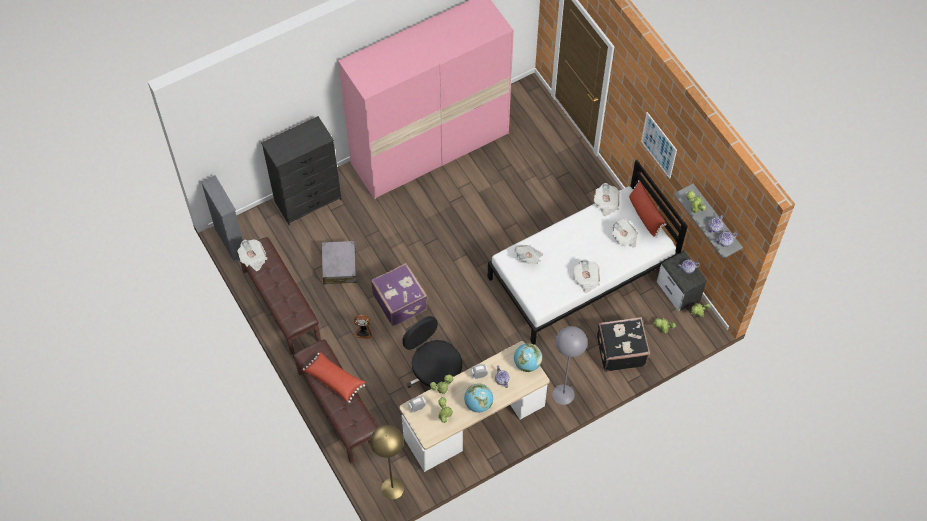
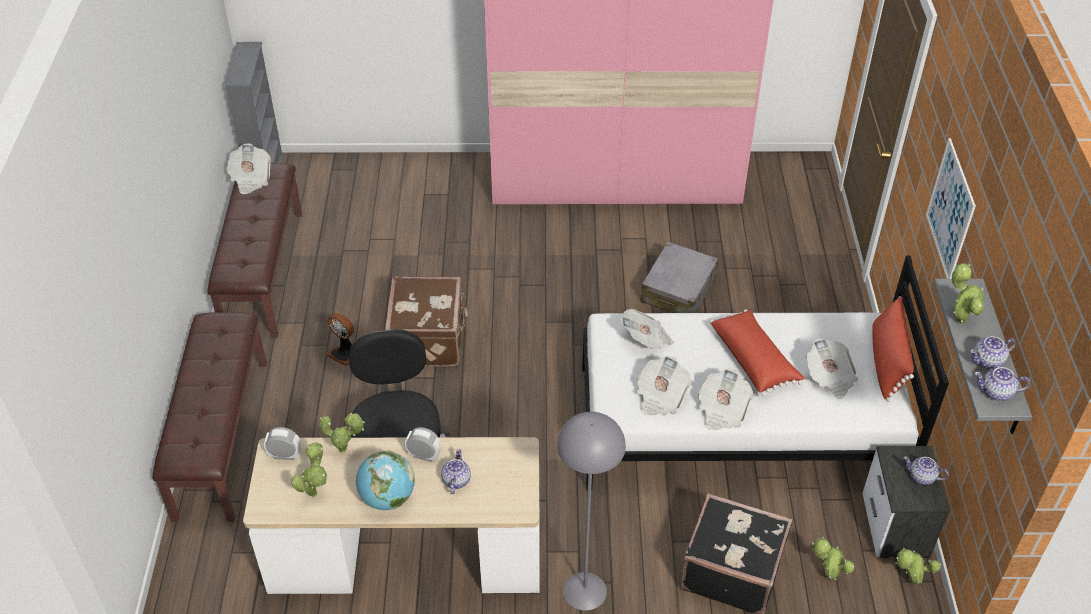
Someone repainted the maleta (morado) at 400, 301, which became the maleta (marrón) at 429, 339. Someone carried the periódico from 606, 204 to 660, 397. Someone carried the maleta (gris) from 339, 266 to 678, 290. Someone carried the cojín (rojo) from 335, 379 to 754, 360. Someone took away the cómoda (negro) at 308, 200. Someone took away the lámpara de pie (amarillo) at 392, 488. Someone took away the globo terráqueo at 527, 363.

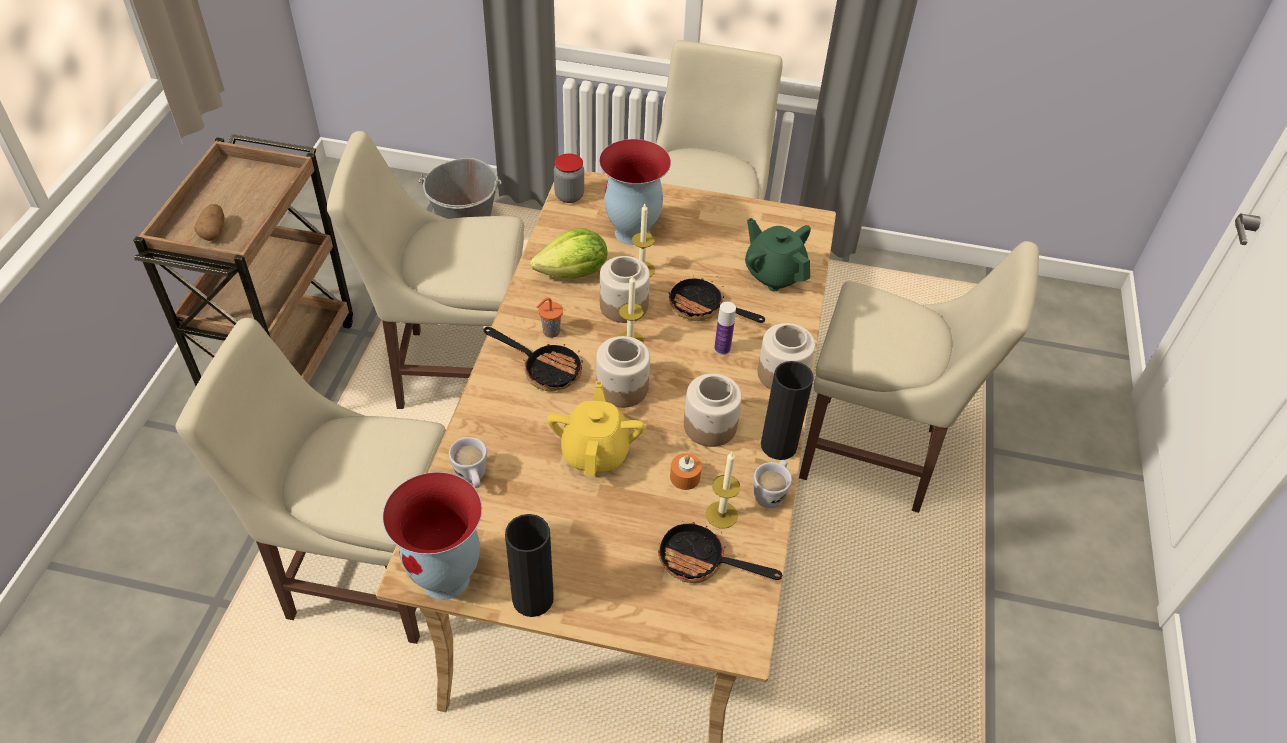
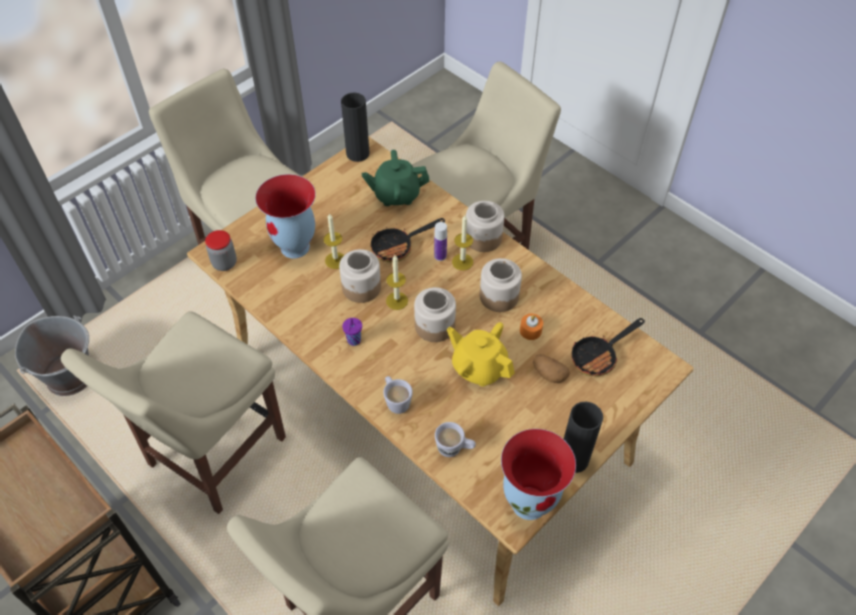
Someone carried the florero (negro) from 778, 445 to 357, 153. Someone repainted the taza (naranja) at 550, 332, which became the taza (morado) at 353, 341. Someone carried the taza grande (blanco) from 771, 493 to 396, 401. Someone carried the vela from 721, 515 to 462, 262. Someone carried the patata from 214, 231 to 548, 374. Someone took away the sartén at 544, 369. Someone took away the lechuga at 574, 273.

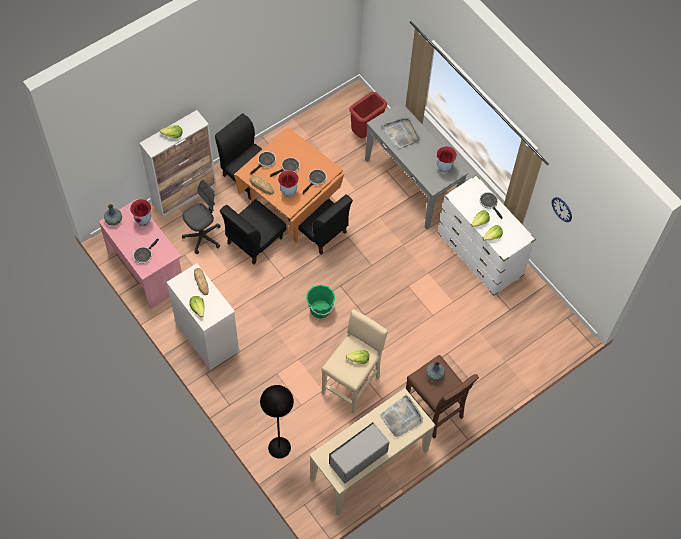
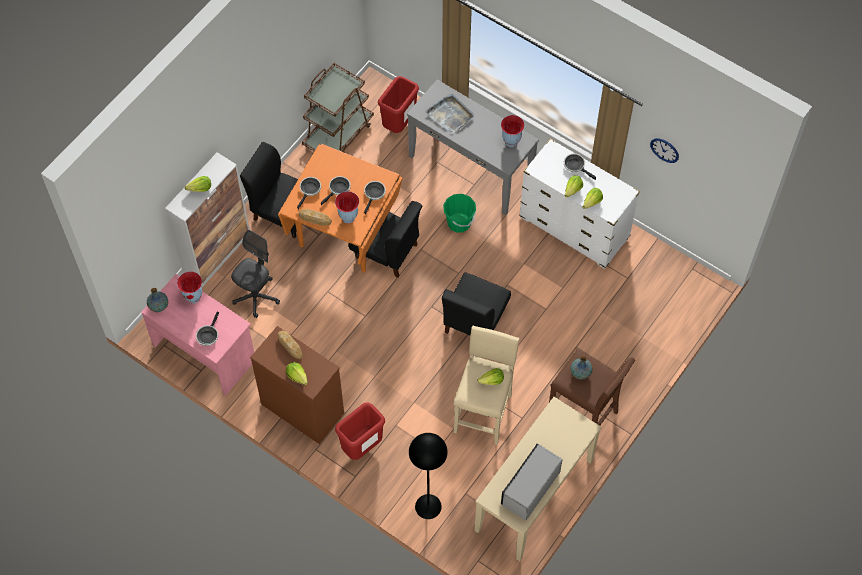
Someone repainted the cómoda (blanco) at 206, 337, which became the cómoda (marrón) at 302, 408. Someone put down the carrito (marrón) at 338, 133. Someone put down the papelera (rojo) at 362, 447. Someone carried the silla (negro) from 254, 240 to 474, 320. Someone carried the cubo (verde) from 320, 309 to 459, 223. Someone took away the bandeja (gris) at 401, 417.

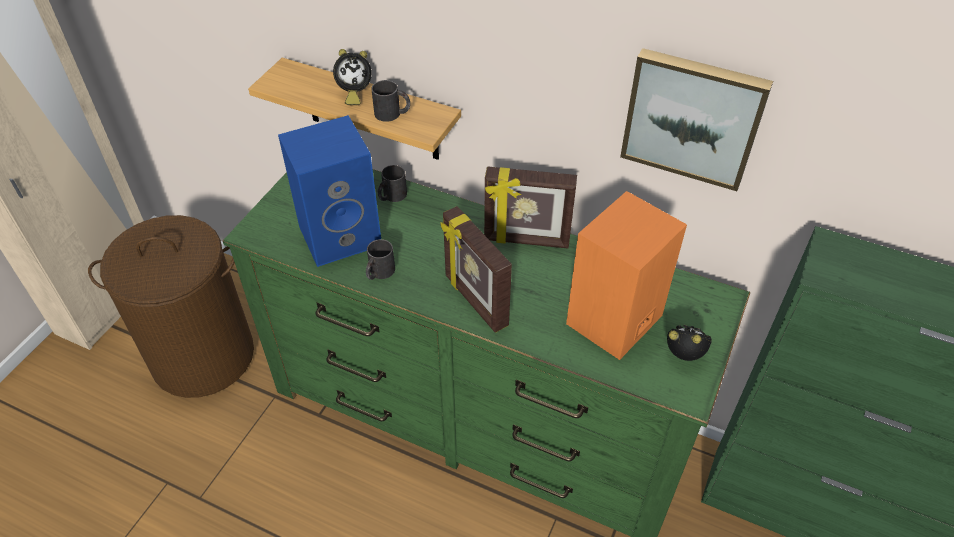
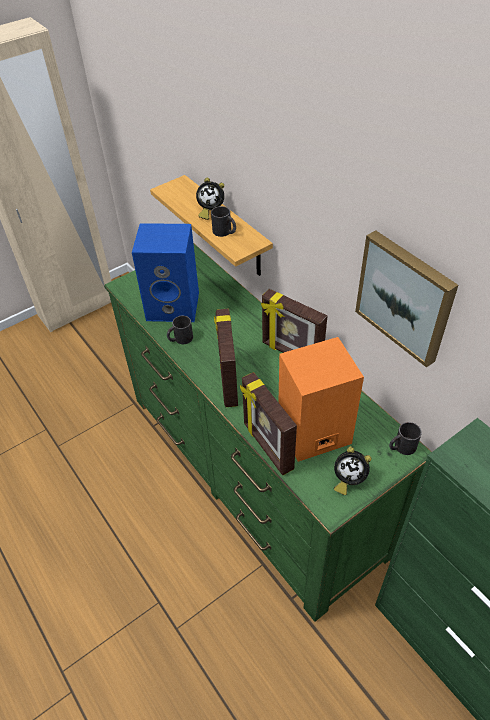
Someone put down the portarretratos at 267, 446. Someone rotated the despertador at 685, 356 by 150 degrees clockwise. Someone carried the taza grande (negro) from 391, 196 to 401, 447. Someone took away the cesto de la ropa (marrón) at 203, 355.

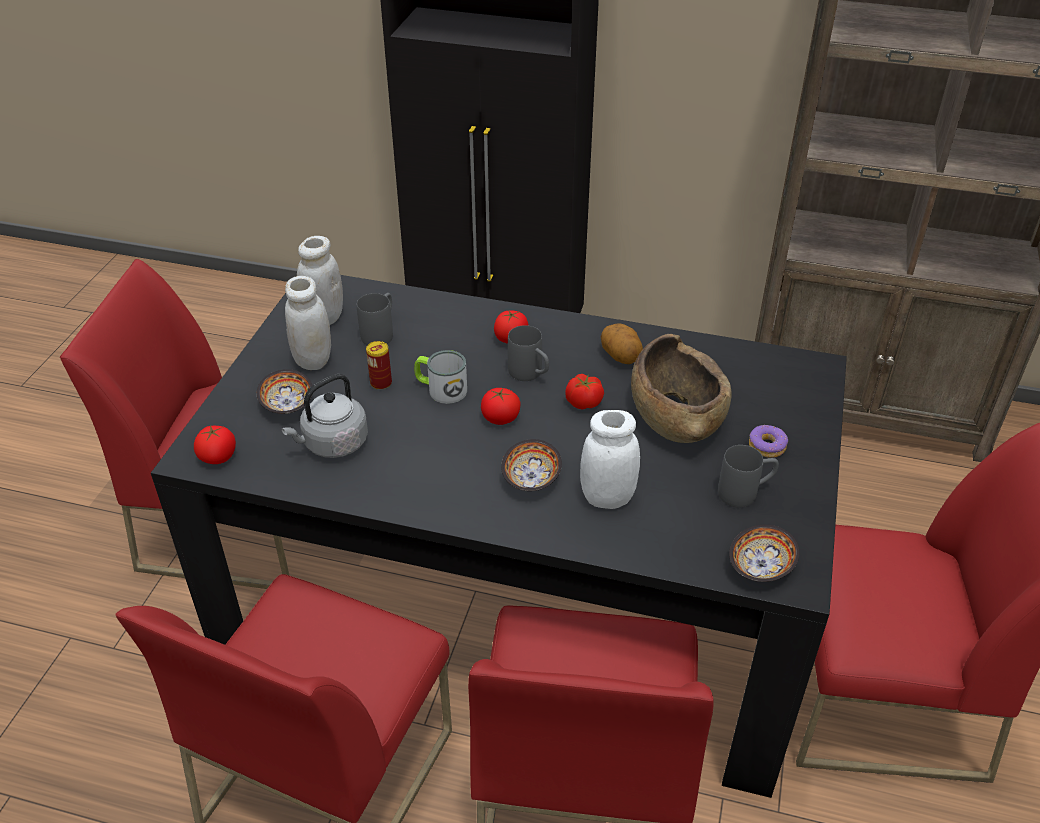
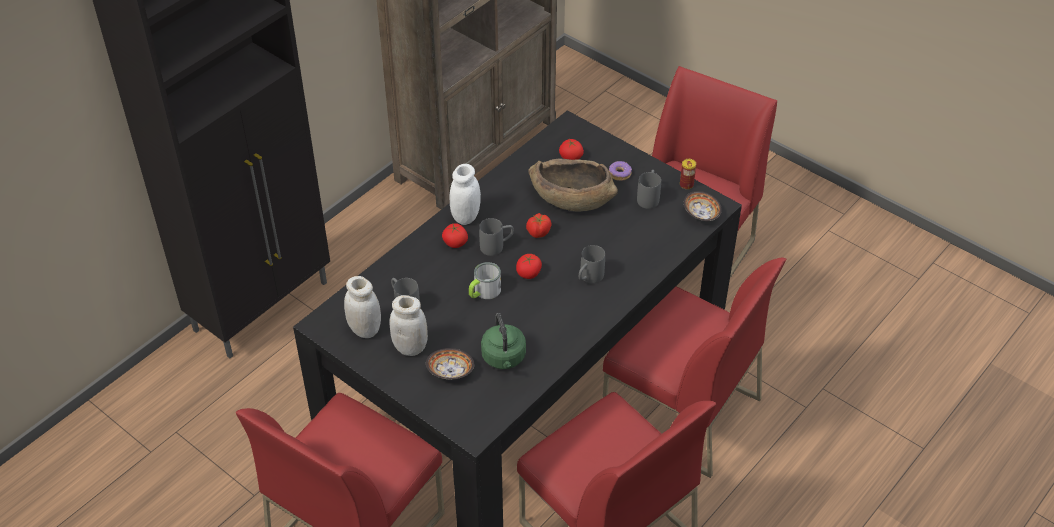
Someone carried the tarro (blanco) from 607, 497 to 466, 217. Someone repainted the hervidor (gris) at 332, 444, which became the hervidor (verde) at 504, 358. Someone carried the tomate from 218, 457 to 571, 158. Someone swapped the cuenco at 529, 479 for the taza grande (gris) at 588, 278. Someone carried the lata from 381, 383 to 686, 185. Someone took away the patata at 621, 357.

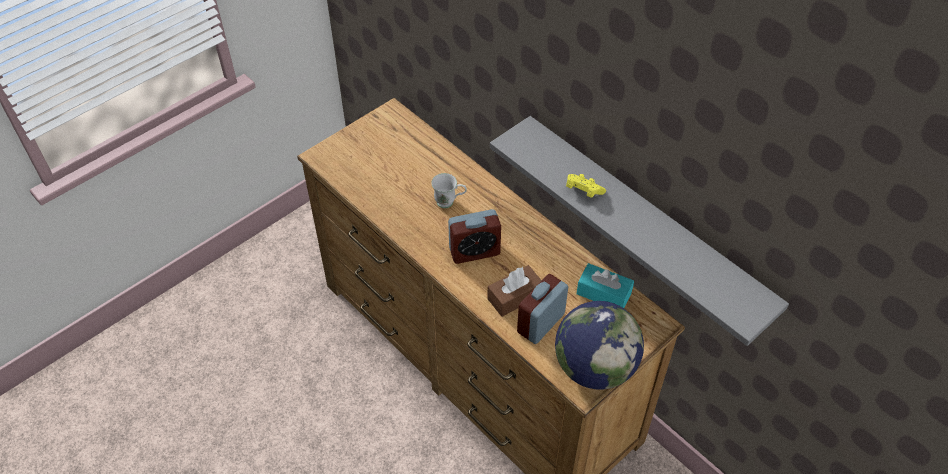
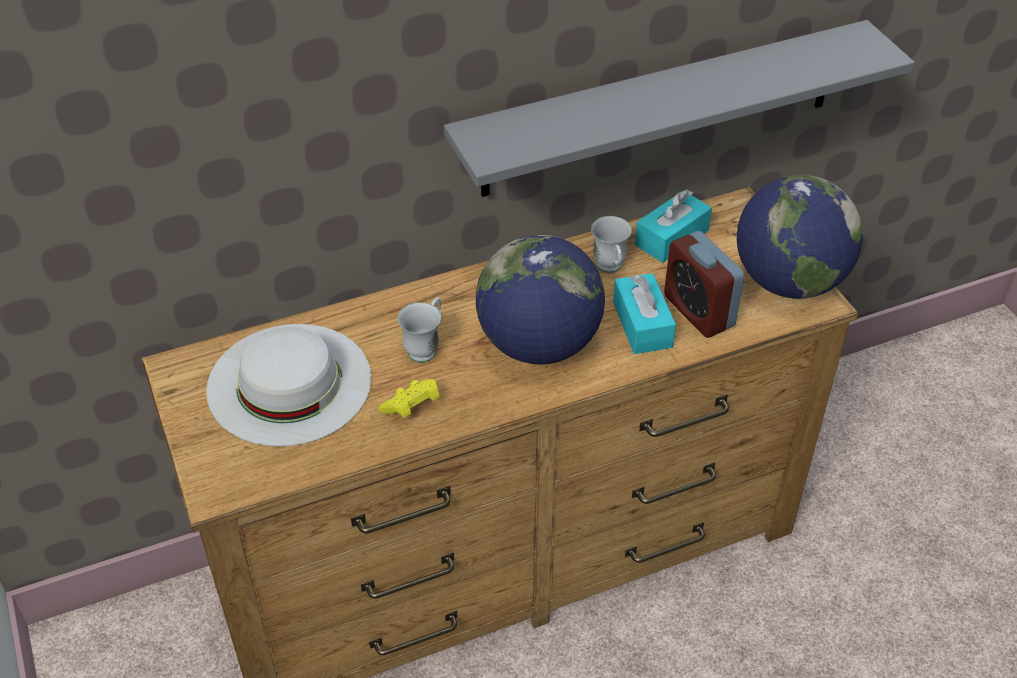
Someone put down the sombrero (blanco) at 289, 383. Someone carried the mando de consola (amarillo) from 583, 191 to 412, 407. Someone swapped the despertador at 474, 251 for the globo terráqueo at 539, 344. Someone put down the taza grande (blanco) at 610, 269. Someone repainted the caja de pañuelos (marrón) at 514, 297, which became the caja de pañuelos (turquesa) at 642, 324.

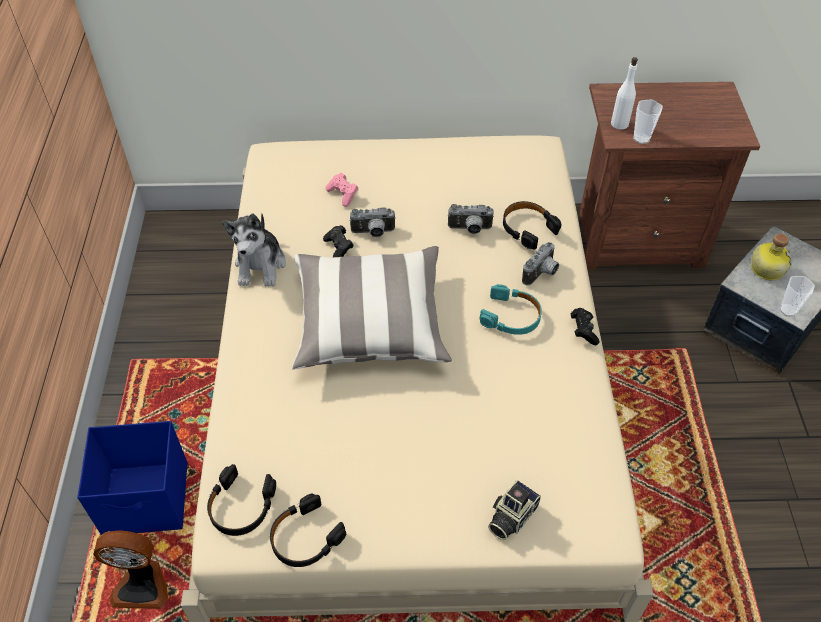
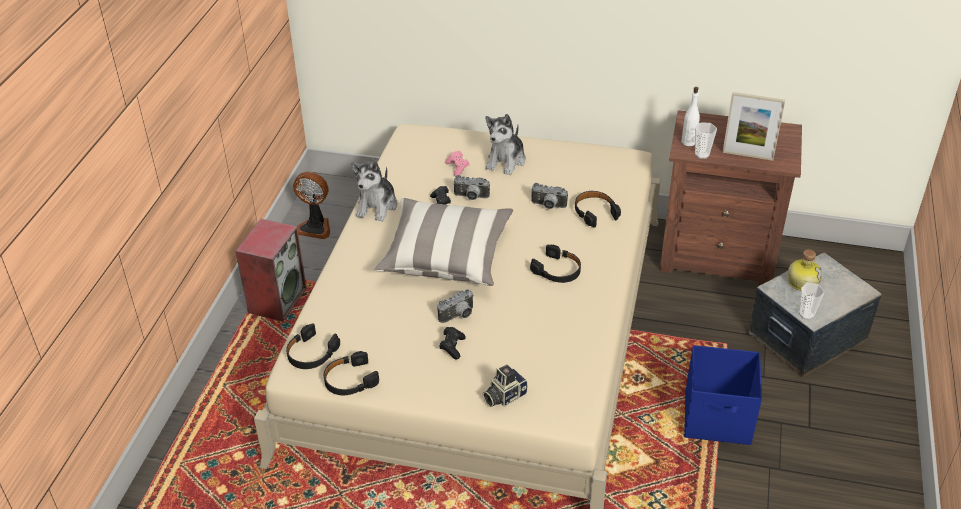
Someone put down the altavoz at 277, 300. Someone carried the ventilador from 142, 584 to 315, 227. Someone carried the cámara from 542, 274 to 458, 316. Someone carried the mando de consola (negro) from 583, 330 to 452, 347. Someone put down the peluche at 506, 161. Someone repainted the auriculares (turquesa) at 511, 316, which became the auriculares (negro) at 557, 270. Someone carried the caja de almacenaje (azul) from 147, 499 to 718, 419. Someone put down the portarretratos at 747, 155.

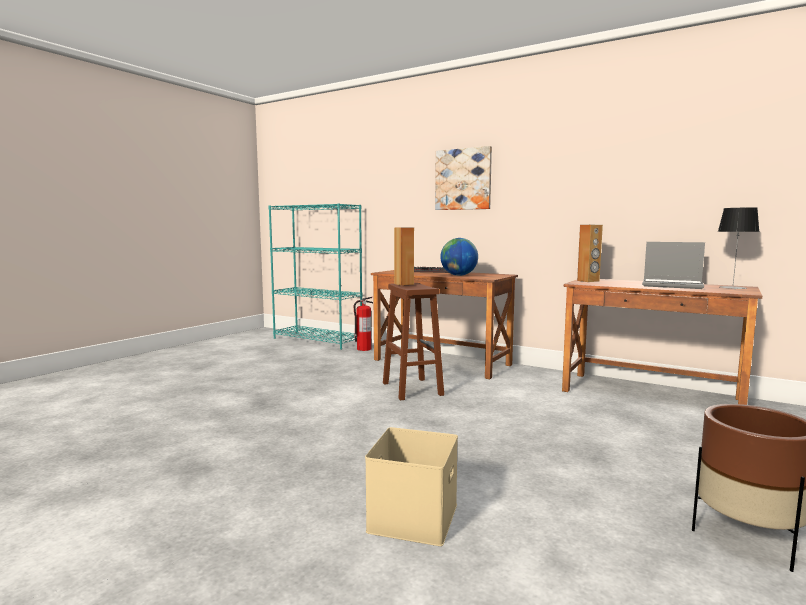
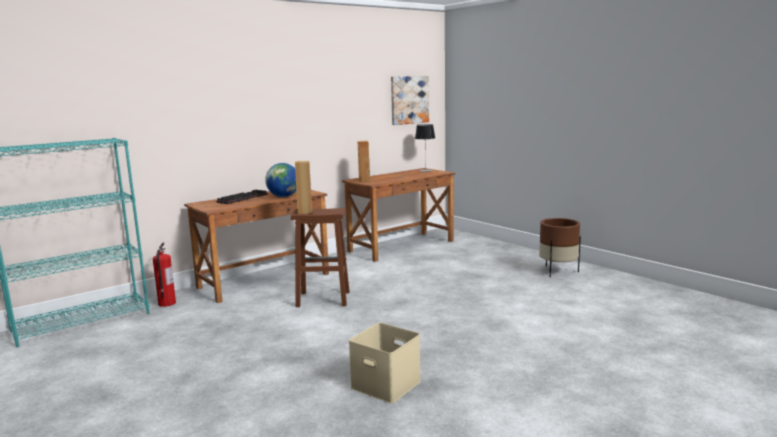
Someone carried the caja de almacenaje (beis) from 412, 516 to 384, 385. Someone carried the cuadro from 463, 179 to 409, 100. Someone took away the portátil at 673, 285.

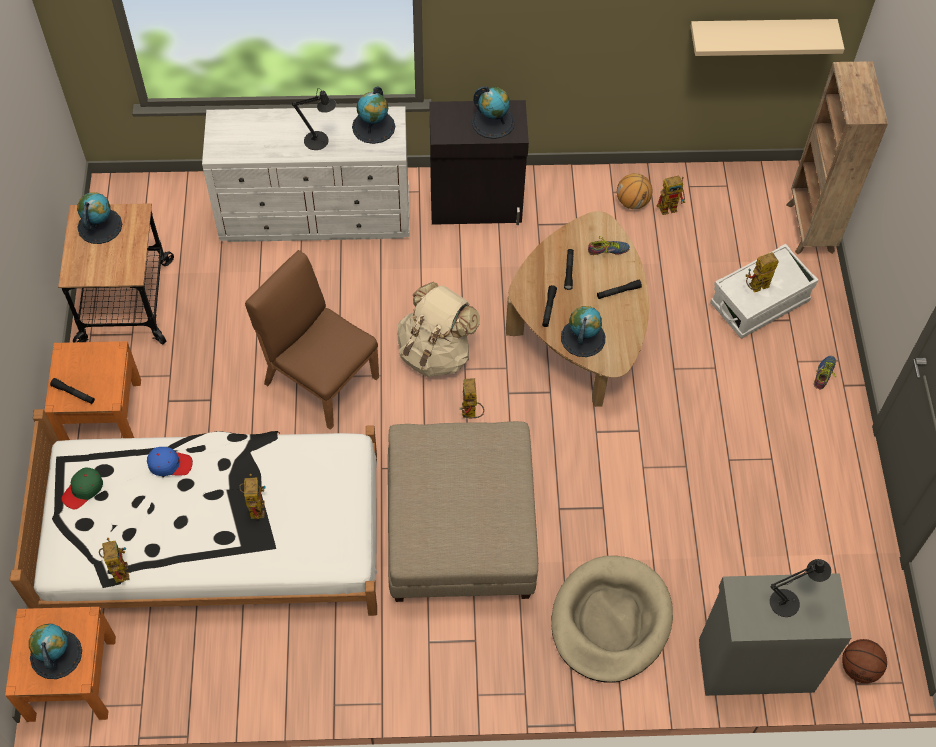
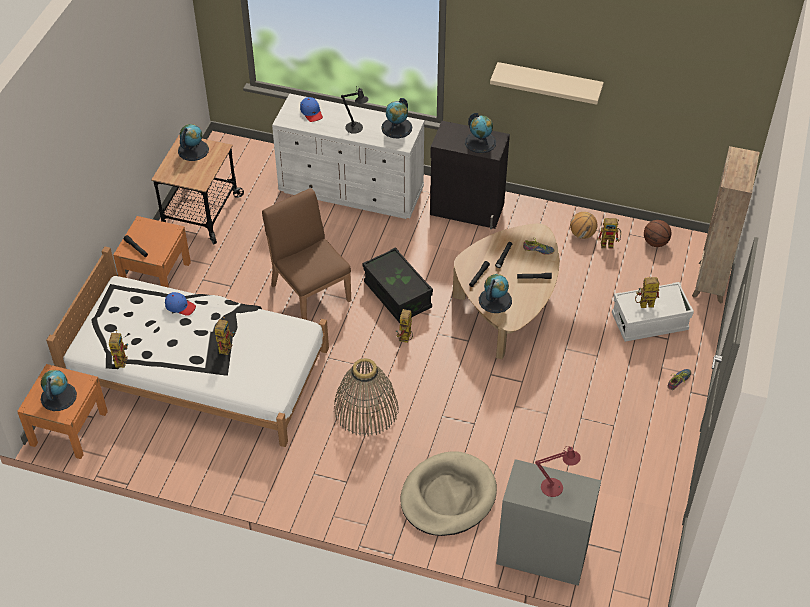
Someone put down the gorra (azul) at 311, 112. Someone swapped the puf (beis) at 459, 529 for the cesta at 366, 409. Someone swapped the mochila (beis) at 435, 352 for the caja de almacenaje (negro) at 397, 295. Someone carried the estante (beis) from 760, 34 to 549, 83. Someone repainted the lámpara de mesa (negro) at 789, 602, which became the lámpara de mesa (rojo) at 555, 487. Someone carried the balón de baloncesto from 859, 668 to 655, 242. Someone took away the gorra (verde) at 83, 490.

